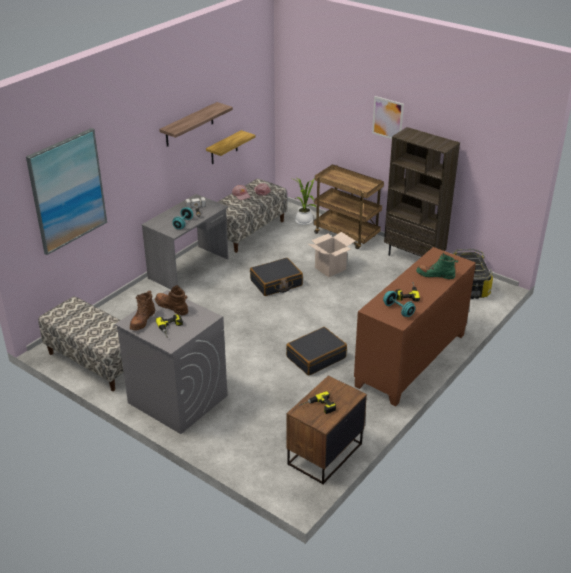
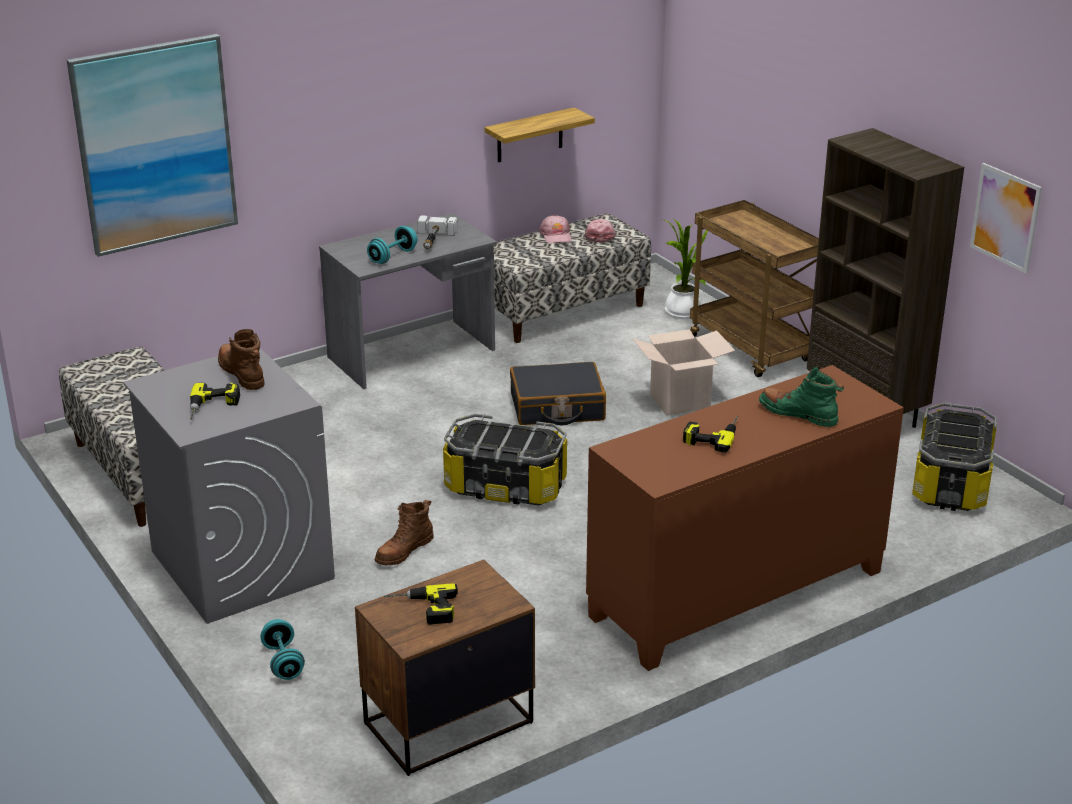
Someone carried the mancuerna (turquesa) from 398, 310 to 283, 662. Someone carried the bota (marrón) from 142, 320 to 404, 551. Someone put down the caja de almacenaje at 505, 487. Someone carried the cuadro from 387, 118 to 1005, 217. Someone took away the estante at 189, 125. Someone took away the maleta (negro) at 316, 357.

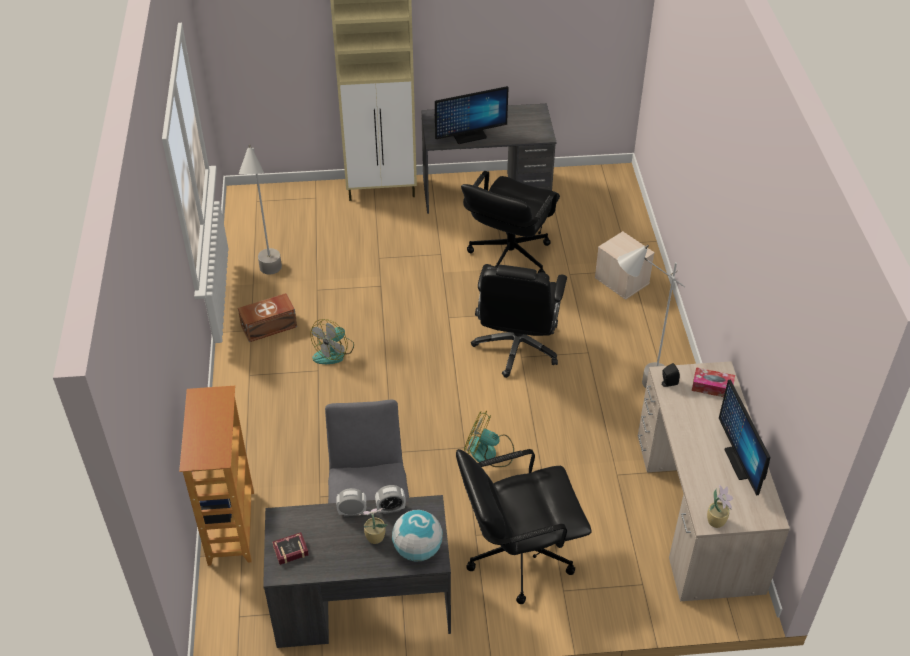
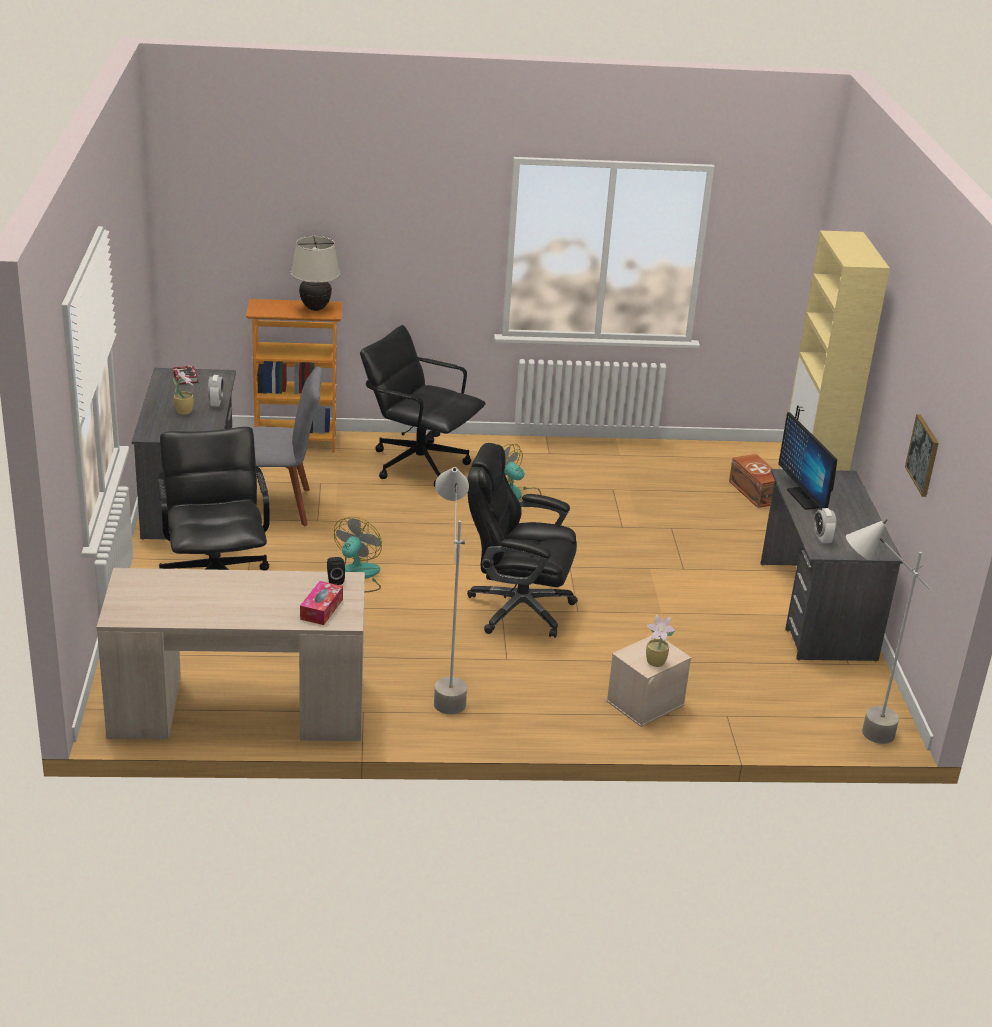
Someone put down the lámpara de mesa (beis) at 315, 308. Someone carried the silla de oficina (negro) from 509, 257 to 418, 464. Someone carried the planta en maceta from 716, 521 to 656, 662. Someone carried the caja de almacenaje (marrón) from 270, 326 to 754, 493. Someone carried the despertador from 391, 509 to 822, 539. Someone carried the lámpara de pie (gris) from 270, 279 to 851, 733. Someone put up the cuadro at 923, 455. Someone took away the globo terráqueo at 417, 550. Someone took away the monitor at 741, 462.

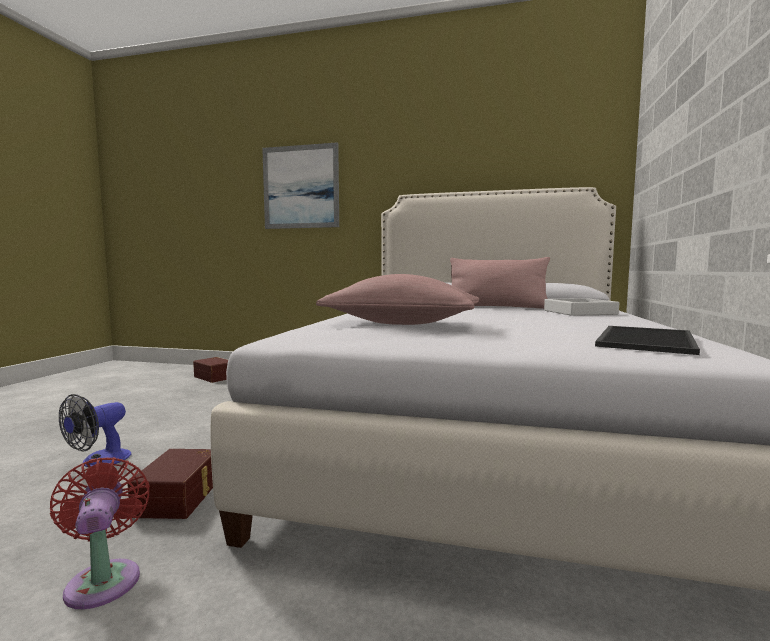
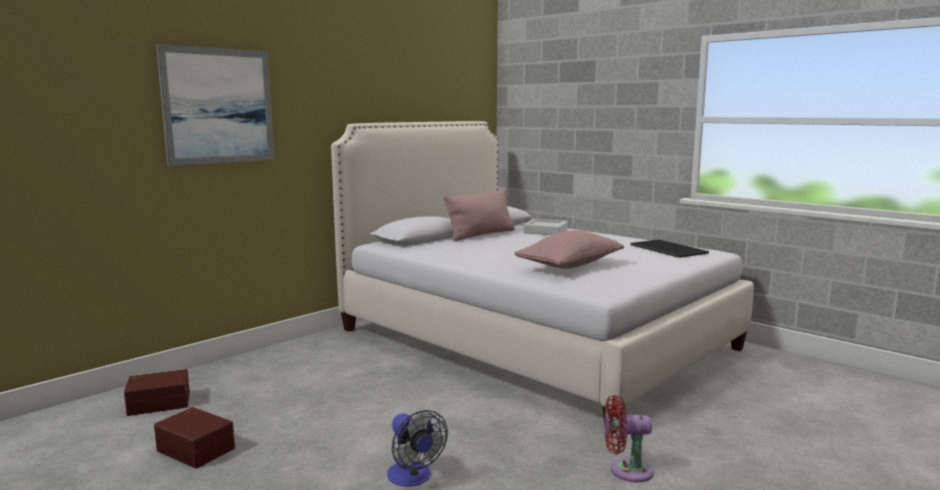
Someone carried the caja de almacenaje (marrón) from 180, 497 to 197, 448.

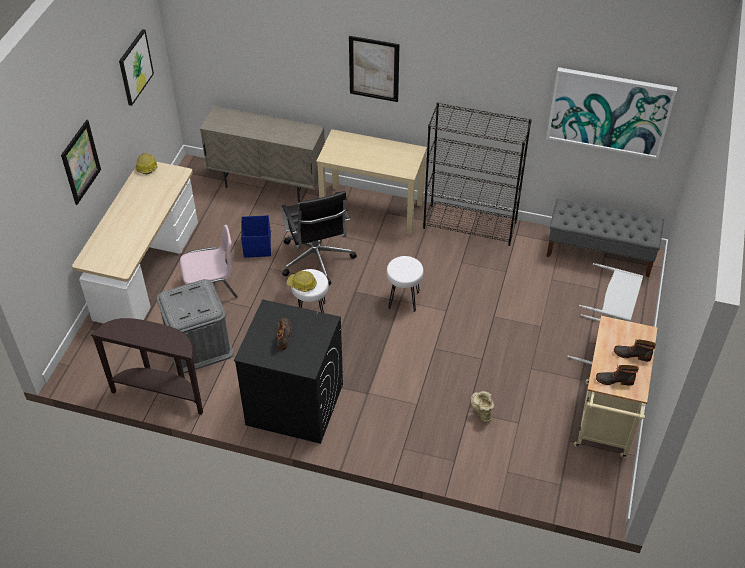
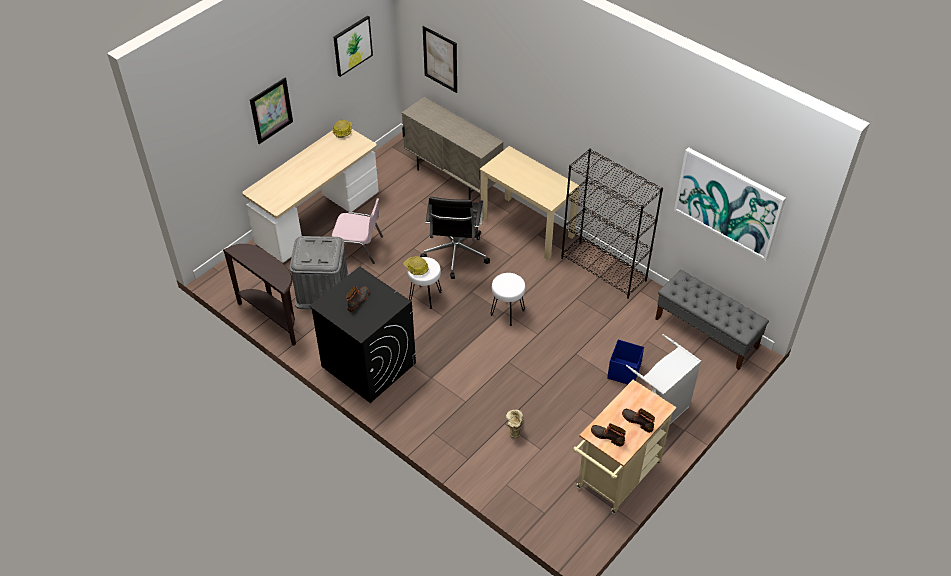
Someone carried the cuadro from 374, 69 to 440, 59. Someone carried the caja de almacenaje (azul) from 257, 246 to 624, 371.

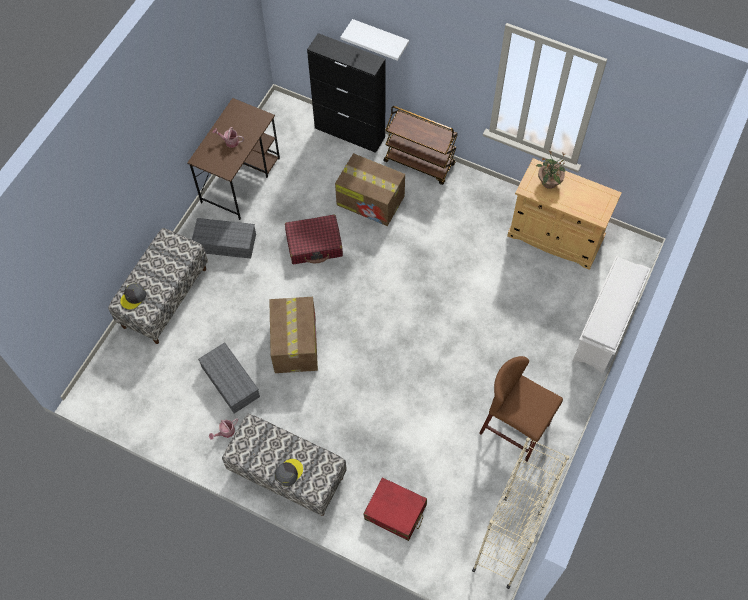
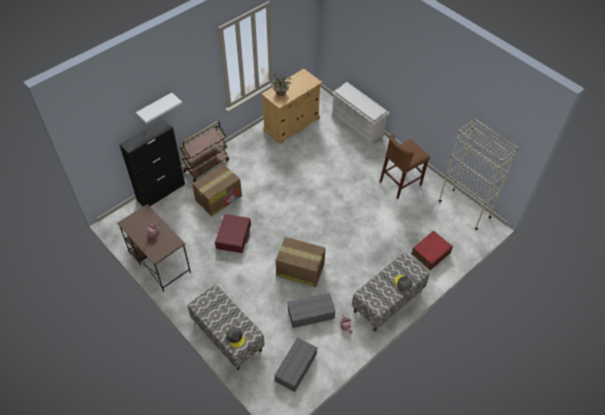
Someone carried the caja de almacenaje (gris) from 226, 242 to 296, 366.

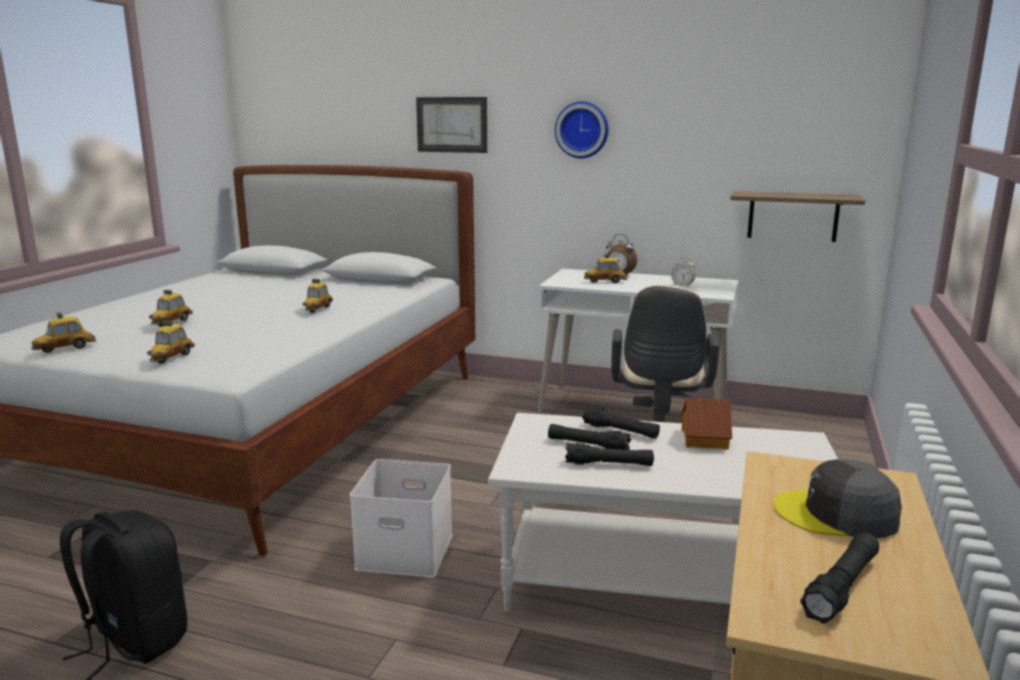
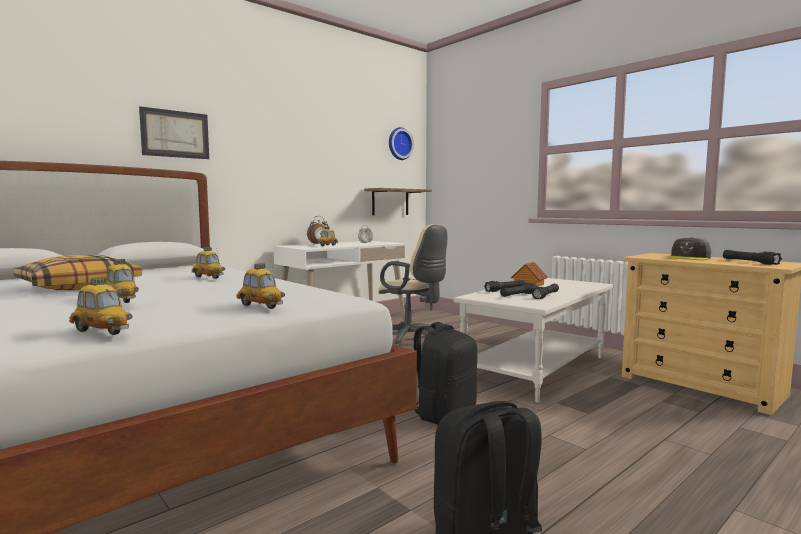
Someone put down the cojín at 79, 286. Someone rotated the coche de juguete at 65, 349 by 45 degrees counterclockwise. Someone carried the reloj de pared from 582, 129 to 399, 144. Someone swapped the caja de almacenaje (blanco) at 407, 550 for the mochila (negro) at 444, 413.

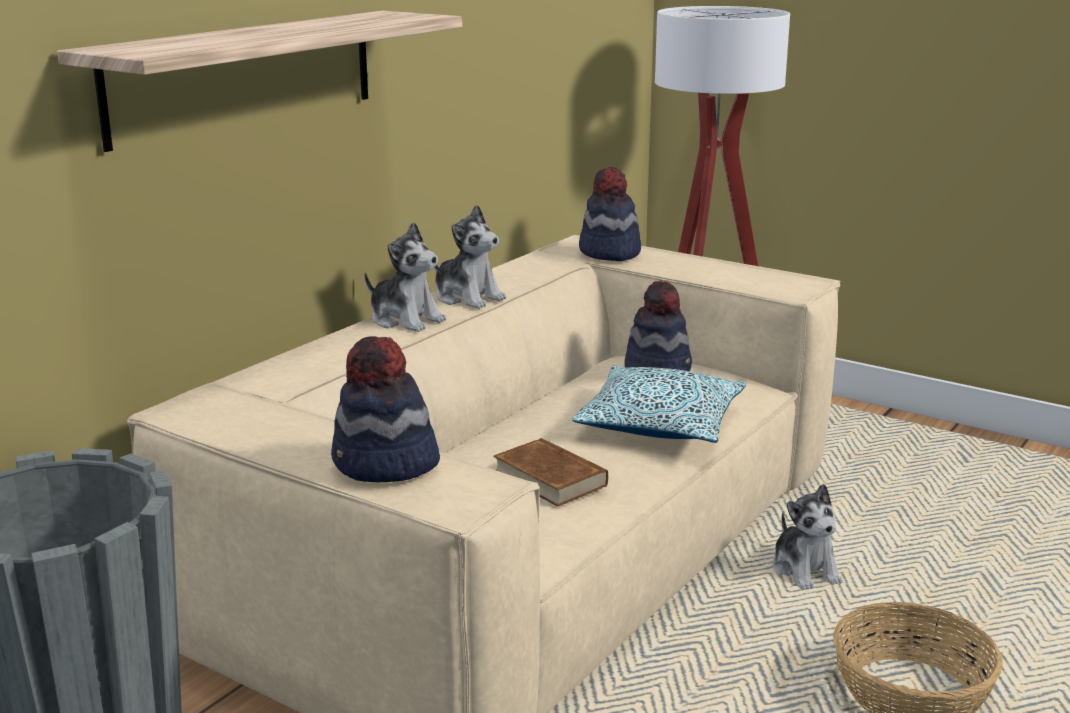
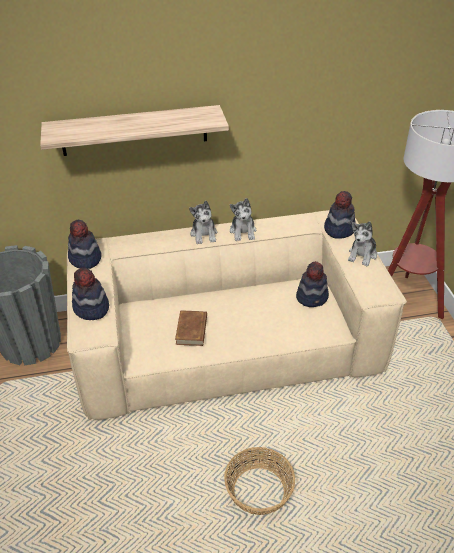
Someone put down the sombrero at 85, 259. Someone carried the peluche from 805, 570 to 362, 255. Someone took away the cojín at 660, 424.

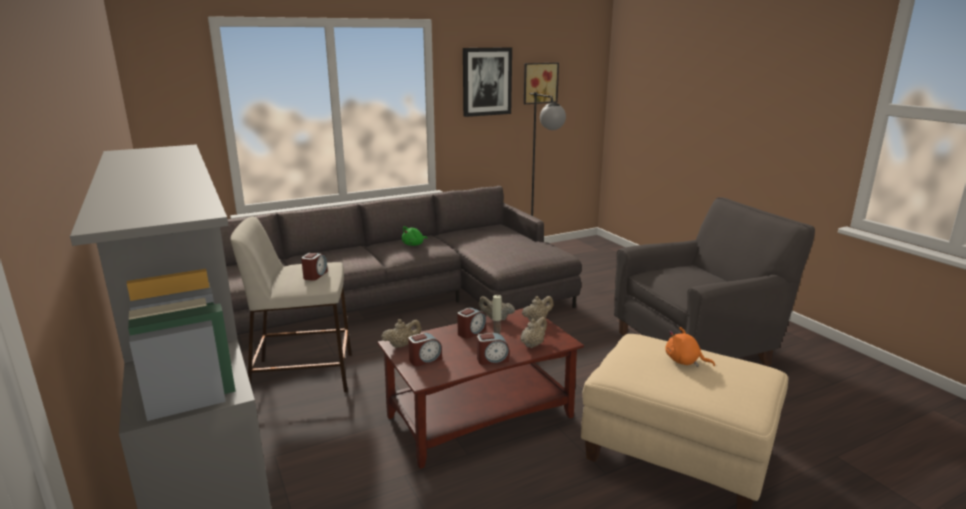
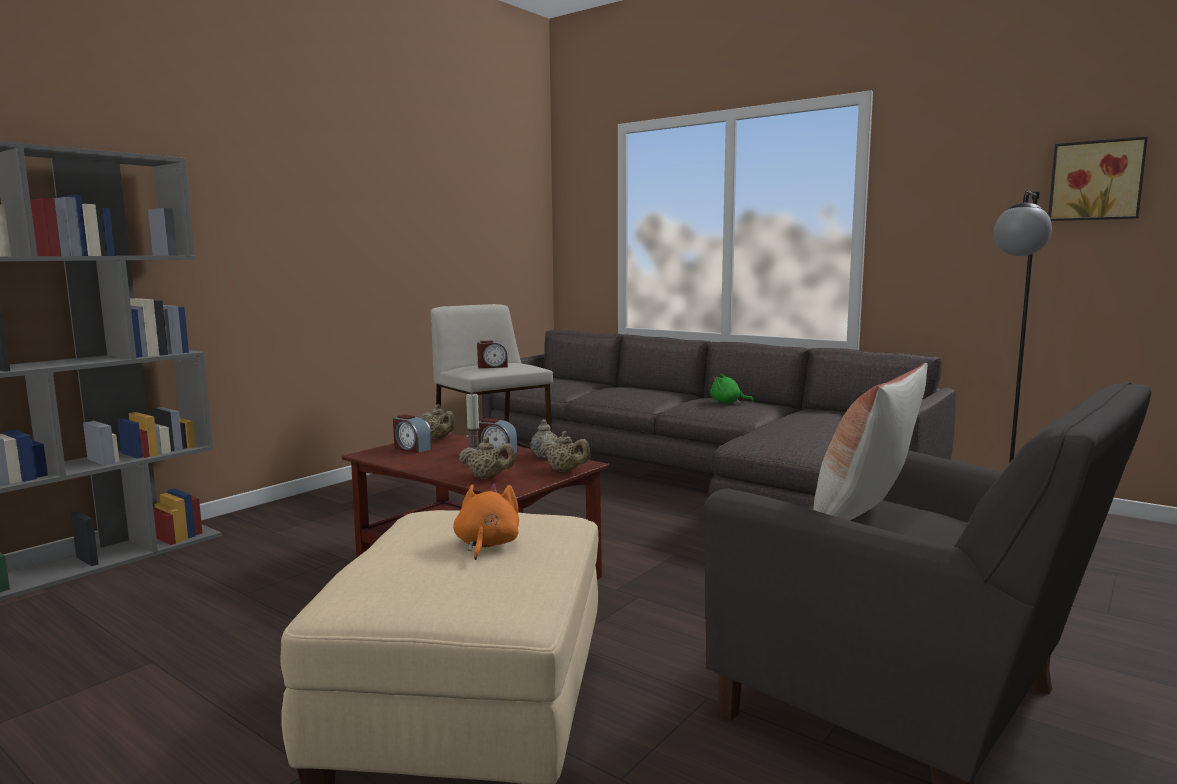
Someone put down the cojín at 862, 518. Someone took away the cuadro at 486, 81. Someone took away the despertador at 492, 359.

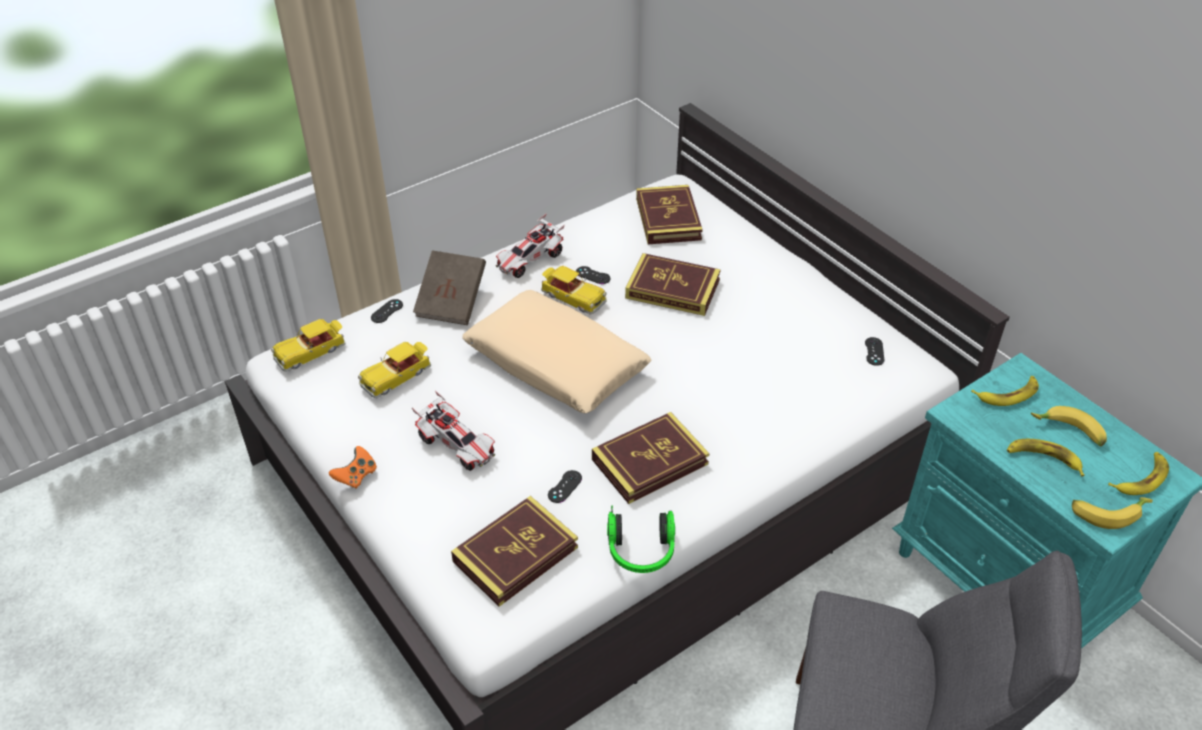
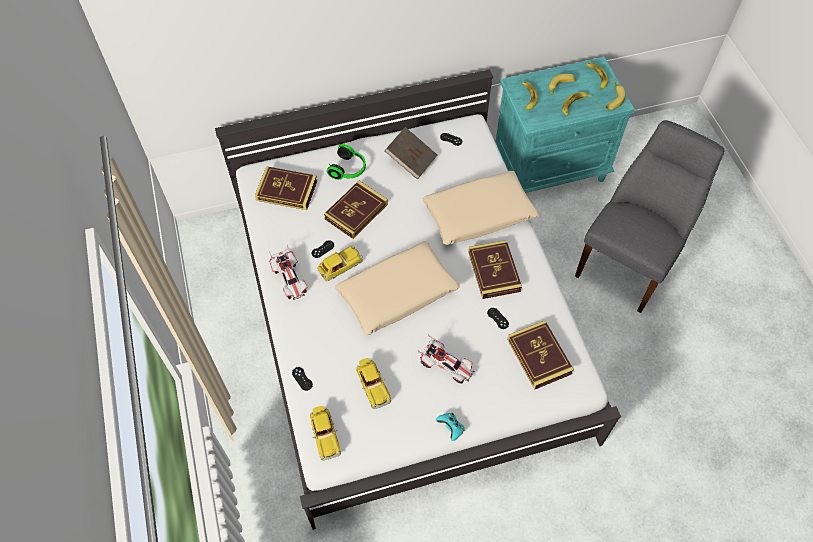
Someone carried the auriculares from 641, 553 to 349, 169. Someone carried the libro (marrón) from 452, 302 to 411, 160. Someone rotated the coche de juguete at 457, 446 by 60 degrees clockwise. Someone put down the cojín (beis) at 479, 214. Someone repainted the mando de consola (naranja) at 356, 476, which became the mando de consola (turquesa) at 451, 428.

